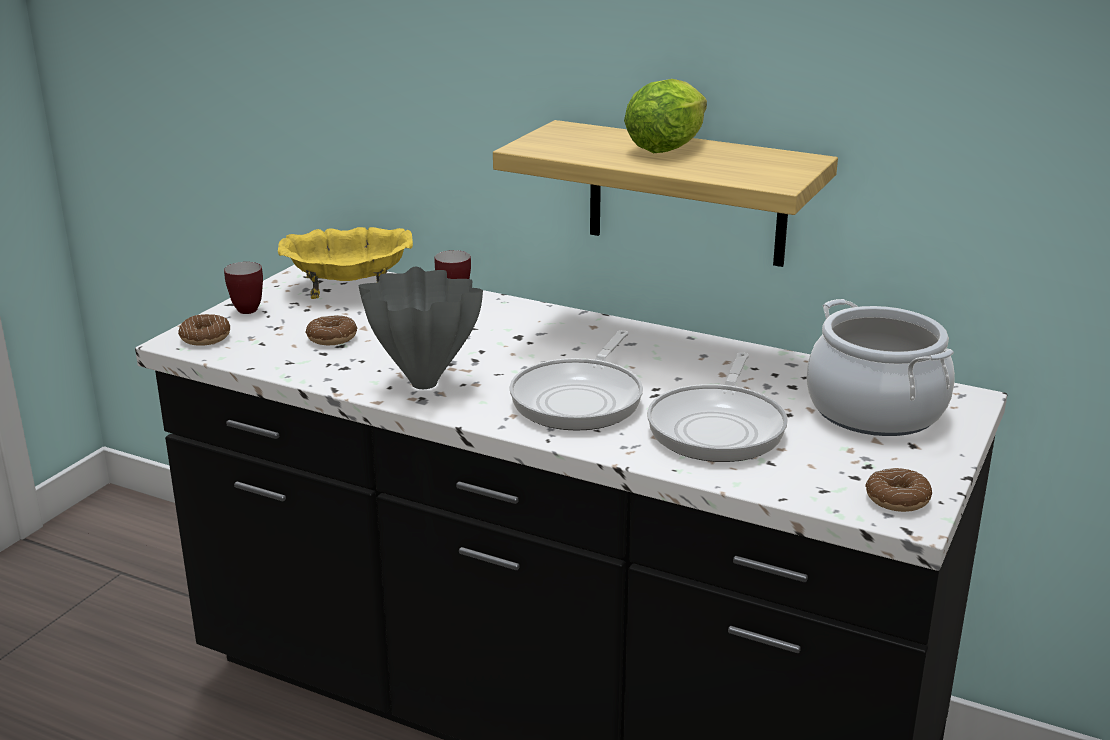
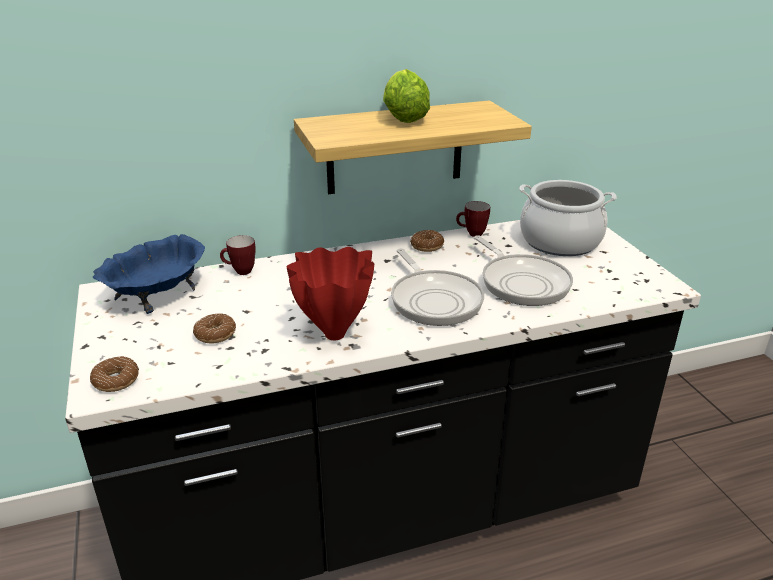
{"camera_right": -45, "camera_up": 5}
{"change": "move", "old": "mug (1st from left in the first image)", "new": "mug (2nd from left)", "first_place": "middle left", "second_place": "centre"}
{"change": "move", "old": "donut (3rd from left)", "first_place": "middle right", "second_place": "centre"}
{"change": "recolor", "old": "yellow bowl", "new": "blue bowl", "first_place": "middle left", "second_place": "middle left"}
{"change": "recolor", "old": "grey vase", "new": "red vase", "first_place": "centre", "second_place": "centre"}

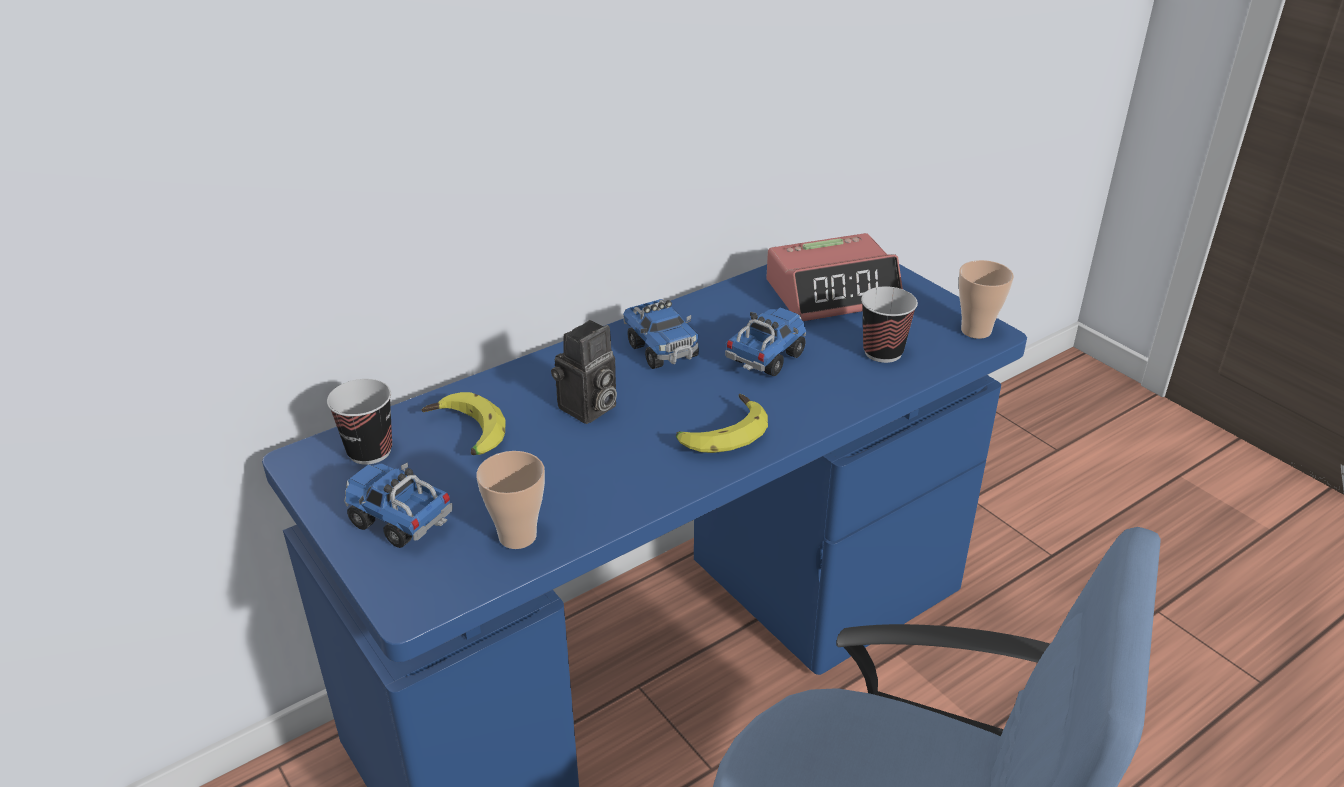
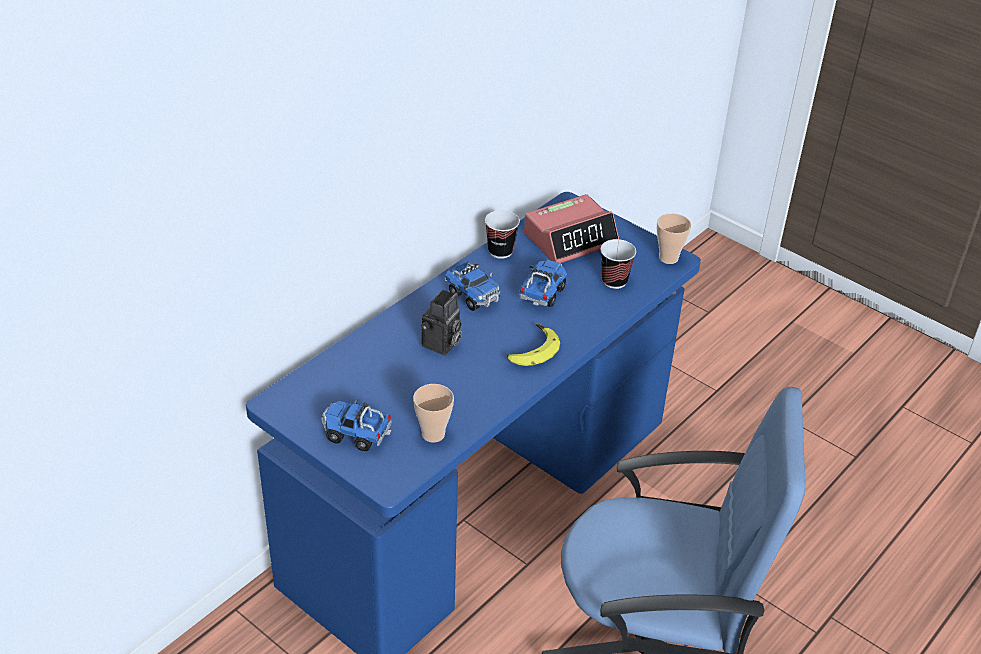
{"camera_right": -15, "camera_up": 5}
{"change": "delete", "old": "banana (1st from left)", "first_place": "centre"}
{"change": "move", "old": "cup (1st from left in the first image)", "new": "cup (2nd from left)", "first_place": "middle left", "second_place": "centre"}

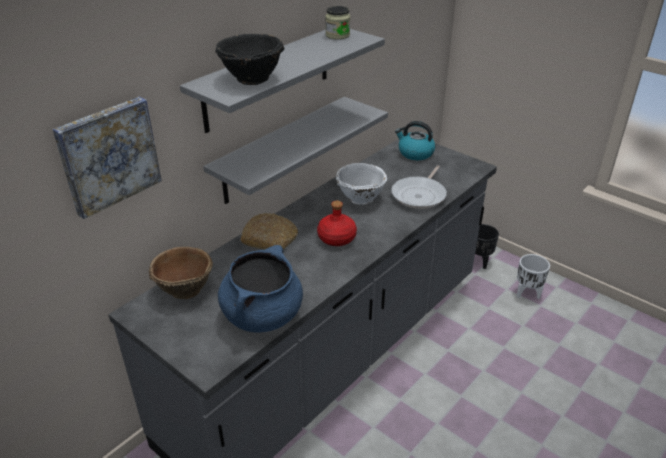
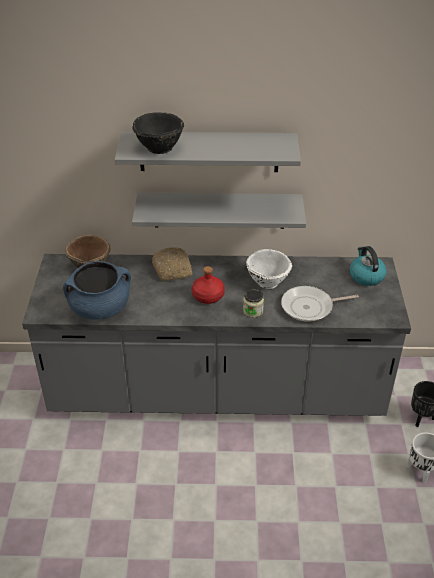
{"camera_right": 50, "camera_up": 5}
{"change": "delete", "old": "picture", "first_place": "middle left"}
{"change": "move", "old": "jar", "first_place": "top centre", "second_place": "centre"}

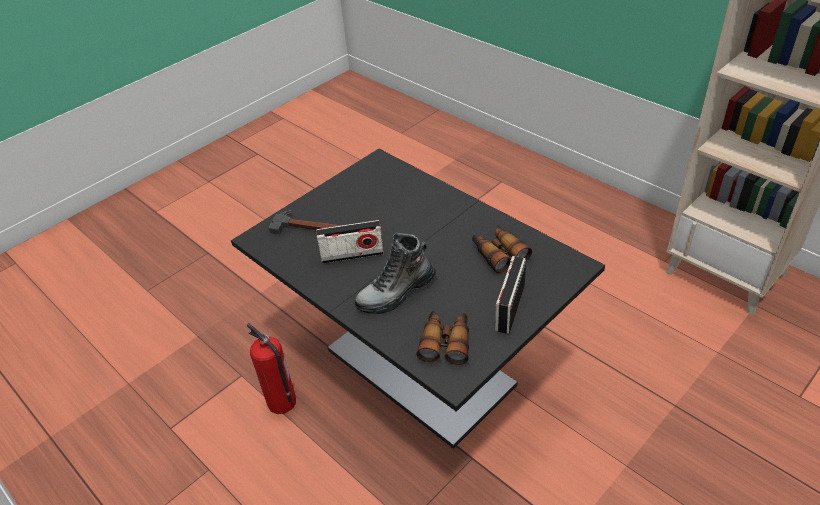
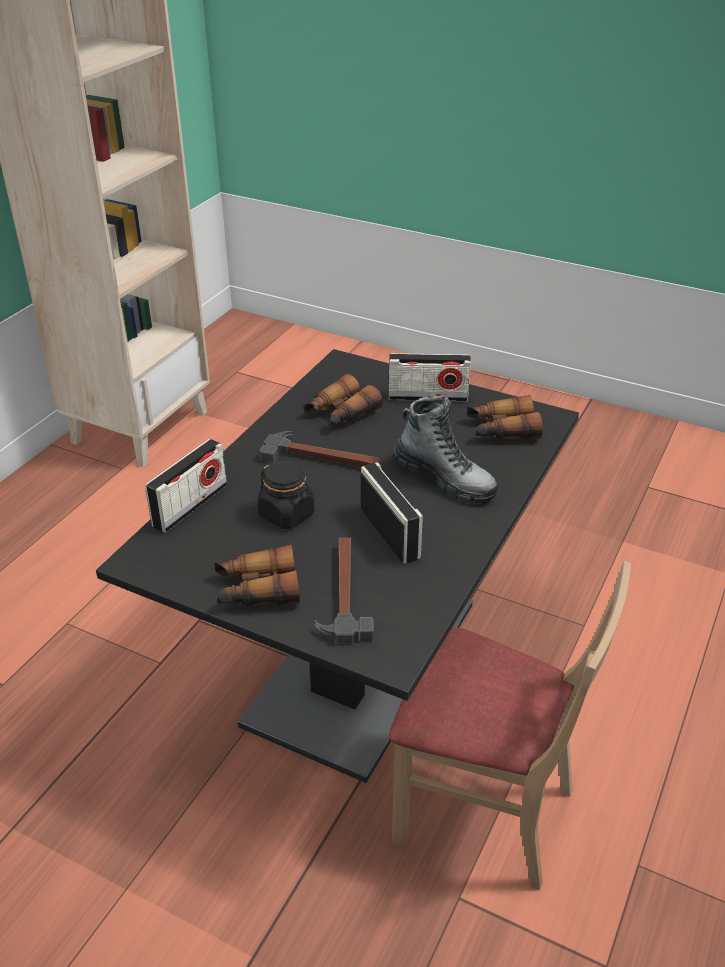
{"camera_right": -110, "camera_up": -5}
{"change": "insert", "new": "radio (1st from left)", "second_place": "middle left"}
{"change": "insert", "new": "binoculars (1st from left)", "second_place": "centre"}
{"change": "insert", "new": "black jar", "second_place": "centre"}
{"change": "insert", "new": "hammer (1st from left)", "second_place": "centre"}
{"change": "replace", "old": "fire extinguisher", "new": "beige chair", "first_place": "bottom left", "second_place": "bottom right"}

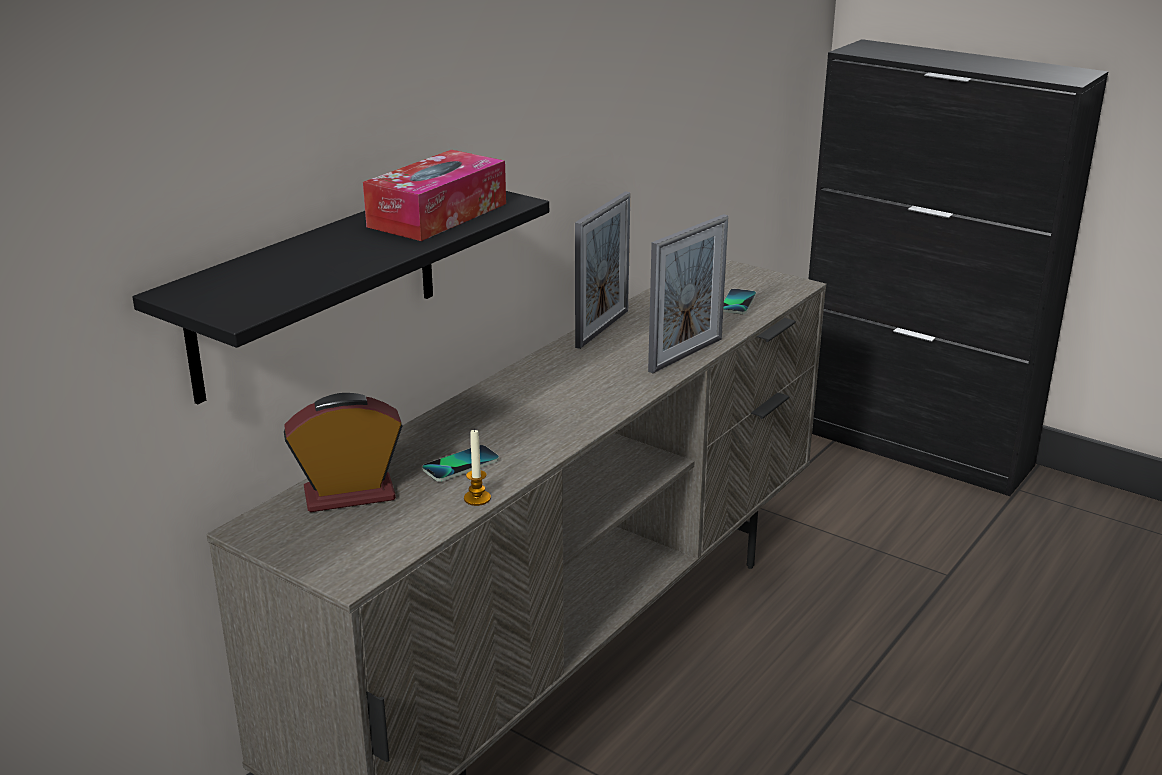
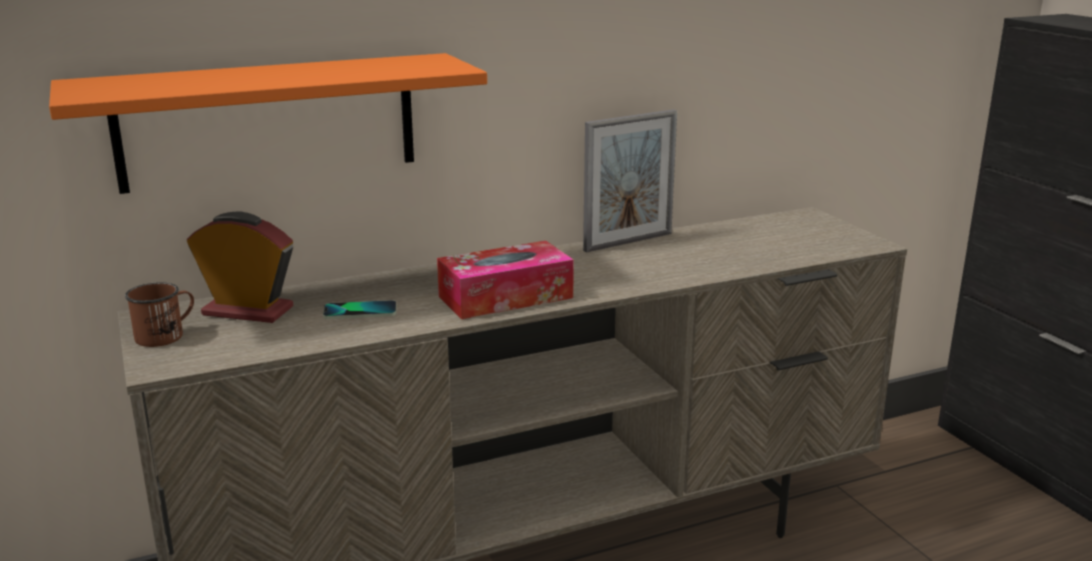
{"camera_right": 30, "camera_up": -5}
{"change": "delete", "old": "candle", "first_place": "centre"}
{"change": "delete", "old": "picture frame (2nd from left)", "first_place": "centre"}
{"change": "delete", "old": "phone (2nd from left)", "first_place": "centre"}
{"change": "insert", "new": "brown mug", "second_place": "middle left"}
{"change": "move", "old": "tissue box", "first_place": "top centre", "second_place": "centre"}
{"change": "recolor", "old": "black shelf", "new": "orange shelf", "first_place": "middle left", "second_place": "top left"}

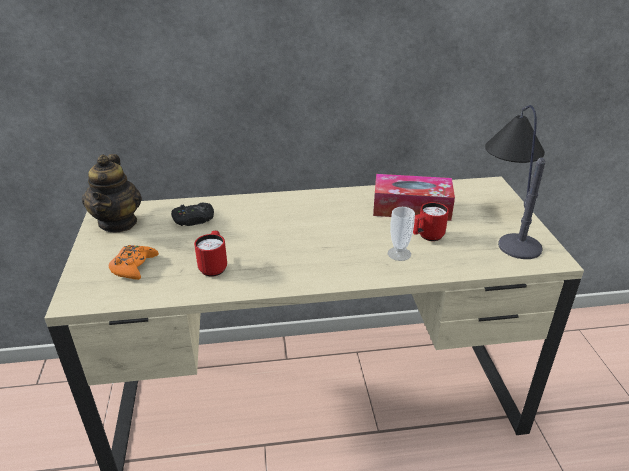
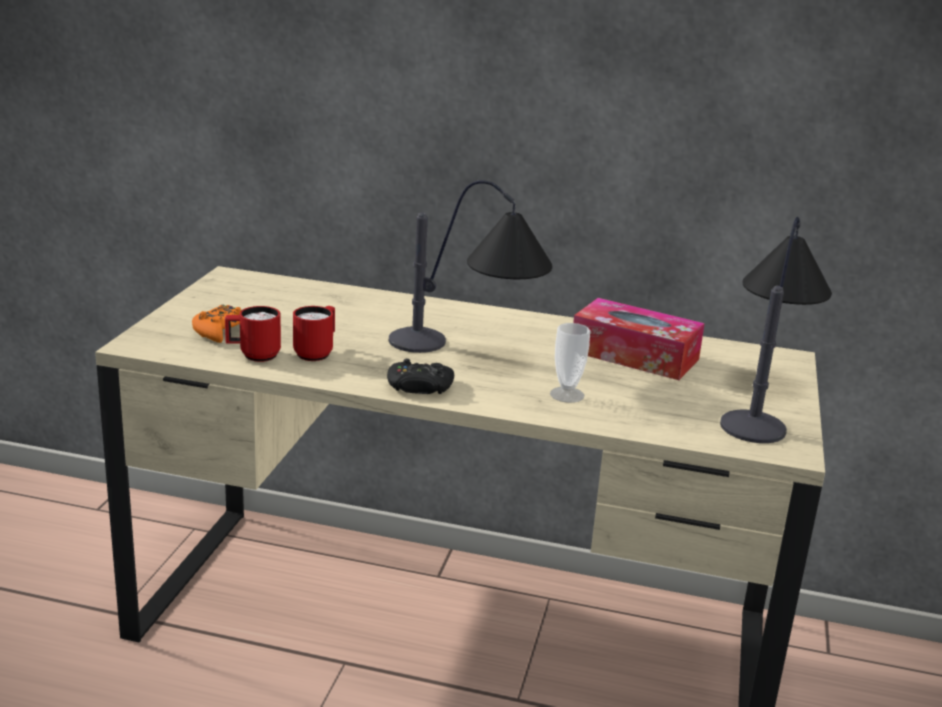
{"camera_right": 20, "camera_up": -10}
{"change": "delete", "old": "teapot", "first_place": "middle left"}
{"change": "insert", "new": "table lamp (1st from left)", "second_place": "centre"}
{"change": "move", "old": "black game controller", "first_place": "middle left", "second_place": "centre"}
{"change": "move", "old": "red mug (2nd from left in the first image)", "new": "red mug (1st from left)", "first_place": "middle right", "second_place": "middle left"}

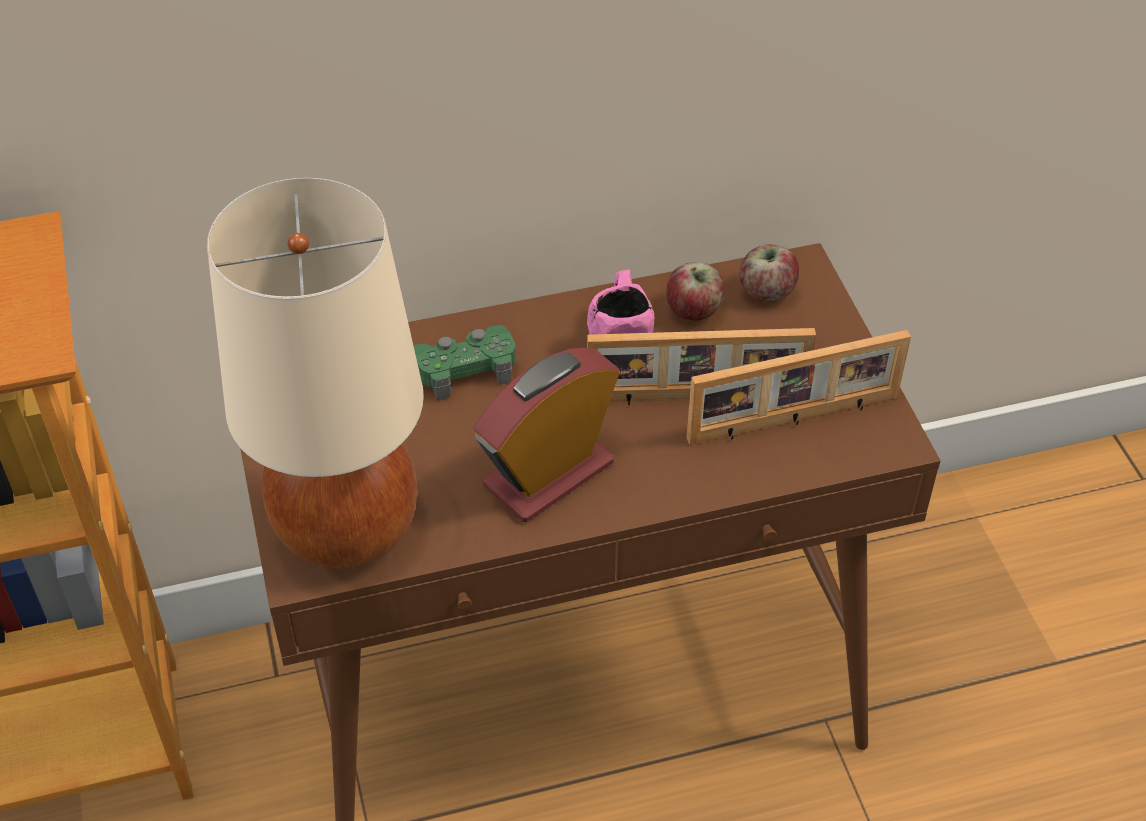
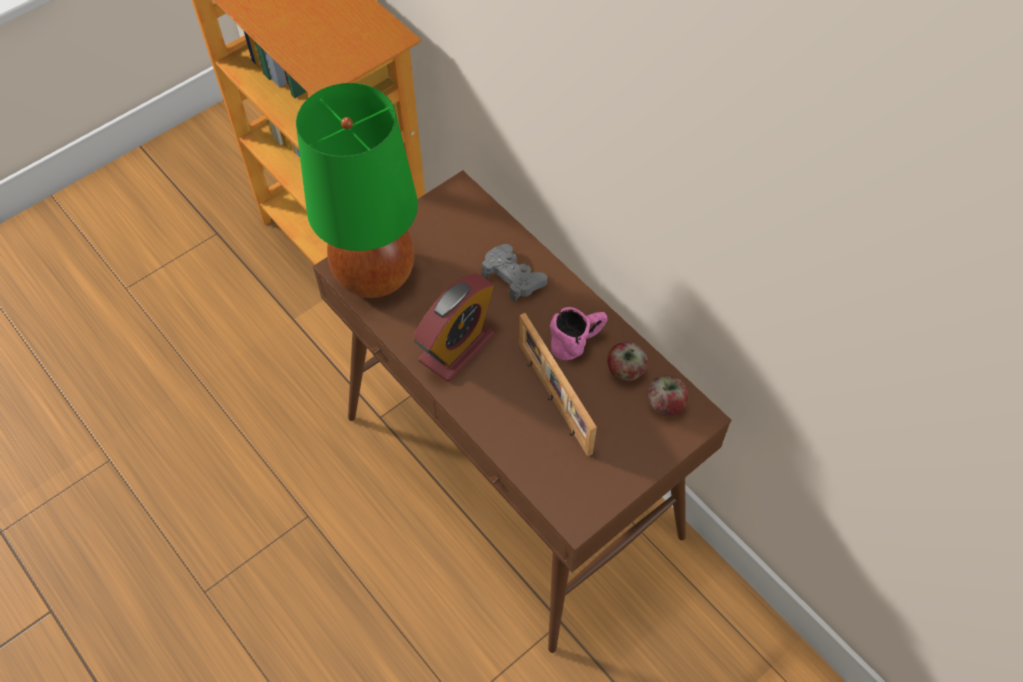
{"camera_right": 65, "camera_up": 10}
{"change": "delete", "old": "picture frame (2nd from left)", "first_place": "middle right"}
{"change": "recolor", "old": "beige table lamp", "new": "green table lamp", "first_place": "middle left", "second_place": "top centre"}
{"change": "recolor", "old": "green game controller", "new": "grey game controller", "first_place": "centre", "second_place": "centre"}
{"change": "rotate", "old": "alarm clock", "first_place": "centre", "second_place": "centre", "degrees": 105}

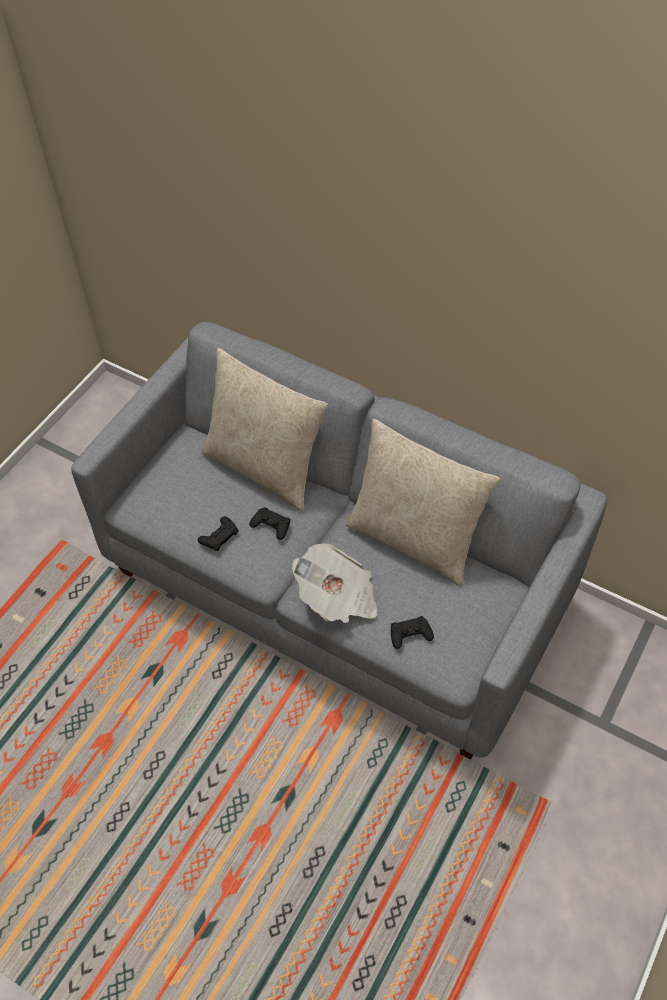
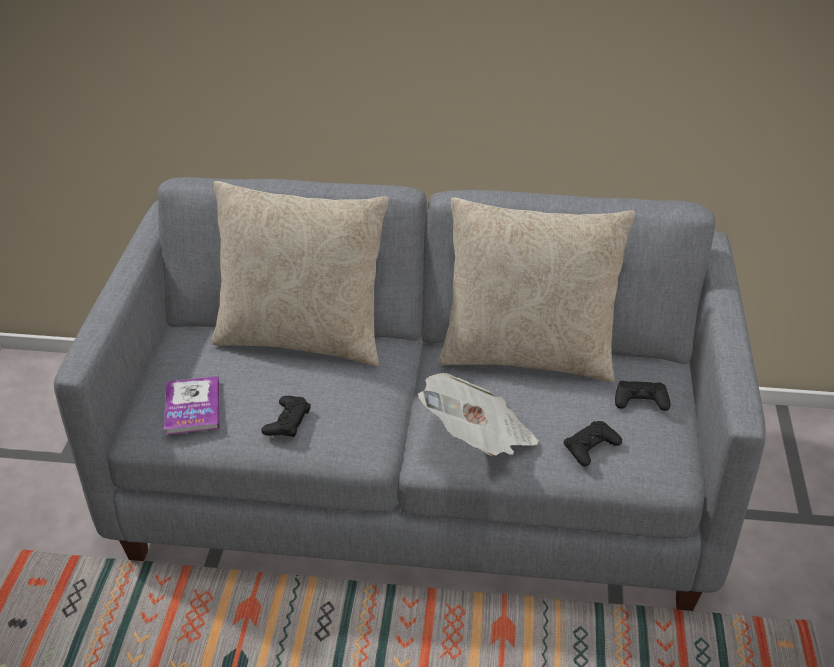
{"camera_right": -25, "camera_up": -15}
{"change": "insert", "new": "book", "second_place": "middle left"}
{"change": "move", "old": "black game controller (2nd from left in the first image)", "new": "black game controller (3rd from left)", "first_place": "centre", "second_place": "middle right"}

